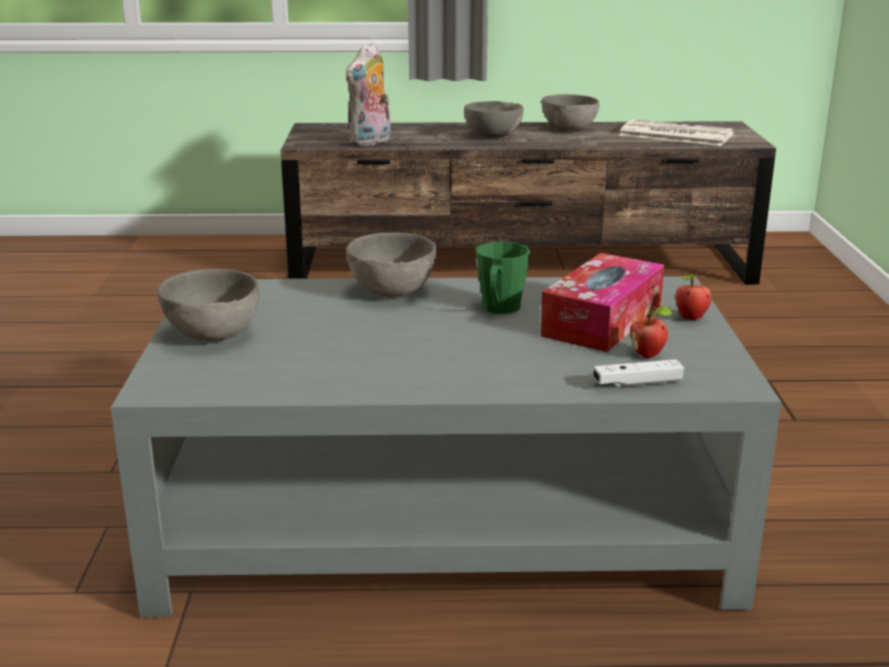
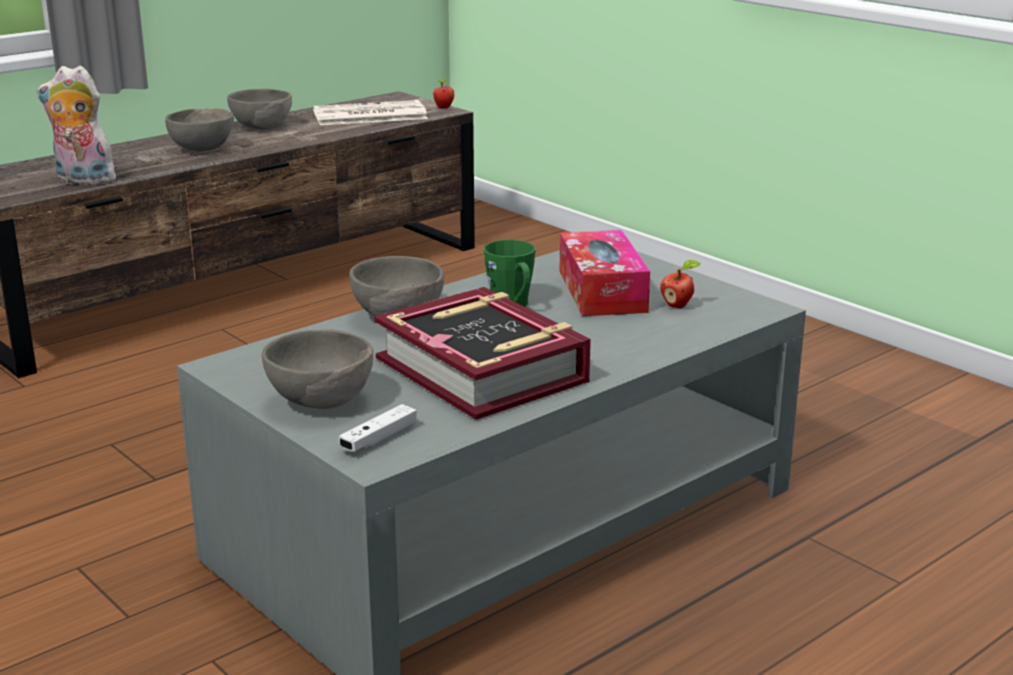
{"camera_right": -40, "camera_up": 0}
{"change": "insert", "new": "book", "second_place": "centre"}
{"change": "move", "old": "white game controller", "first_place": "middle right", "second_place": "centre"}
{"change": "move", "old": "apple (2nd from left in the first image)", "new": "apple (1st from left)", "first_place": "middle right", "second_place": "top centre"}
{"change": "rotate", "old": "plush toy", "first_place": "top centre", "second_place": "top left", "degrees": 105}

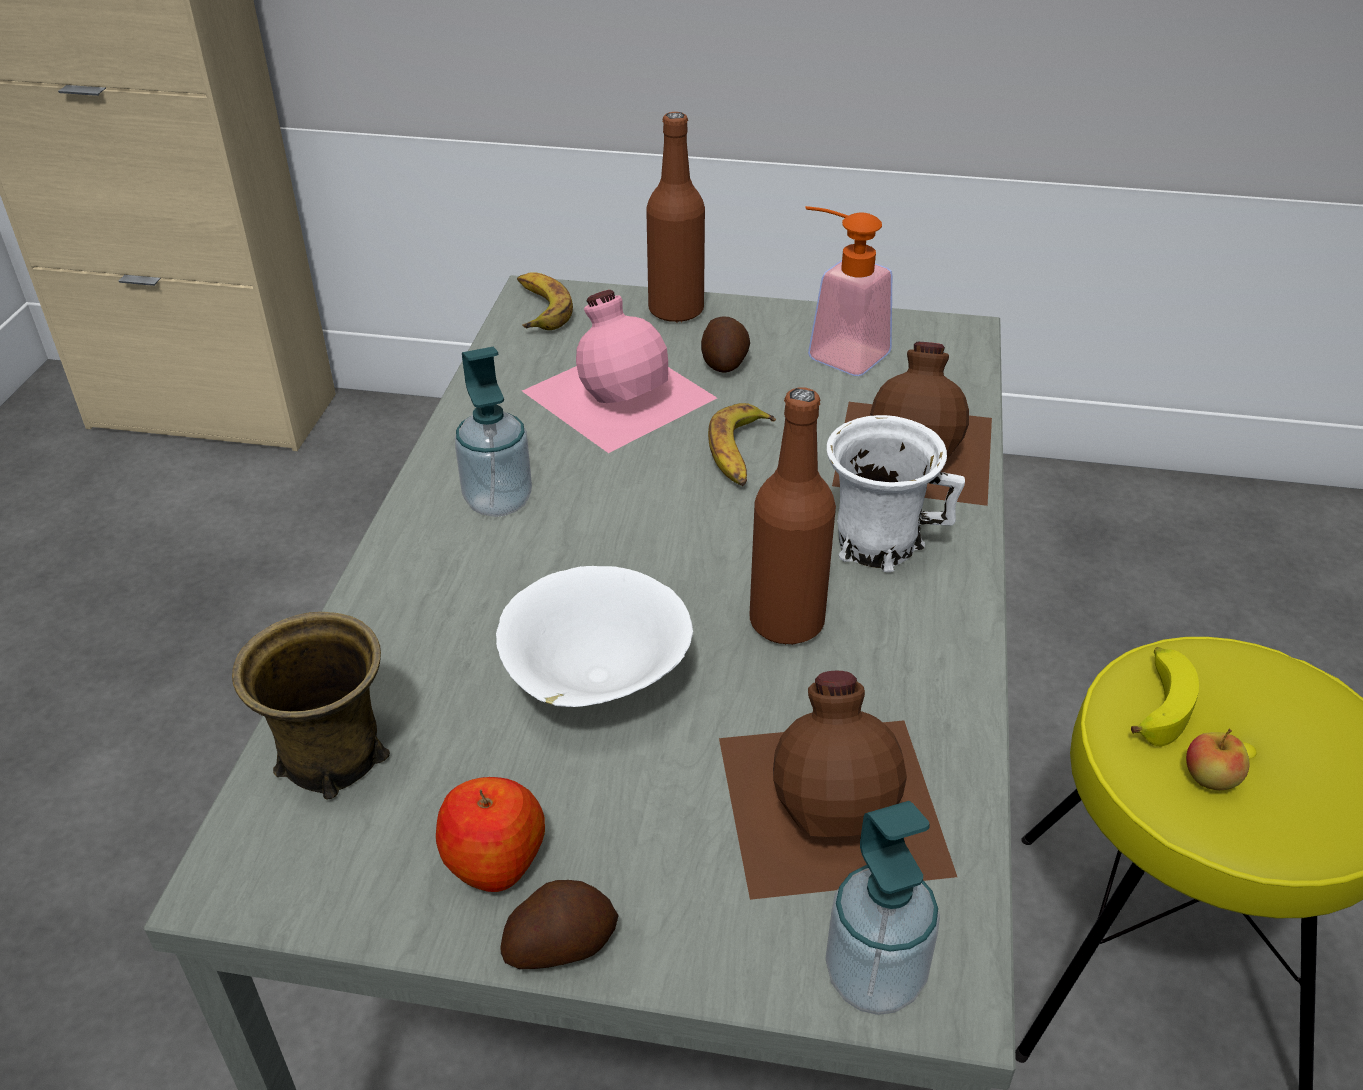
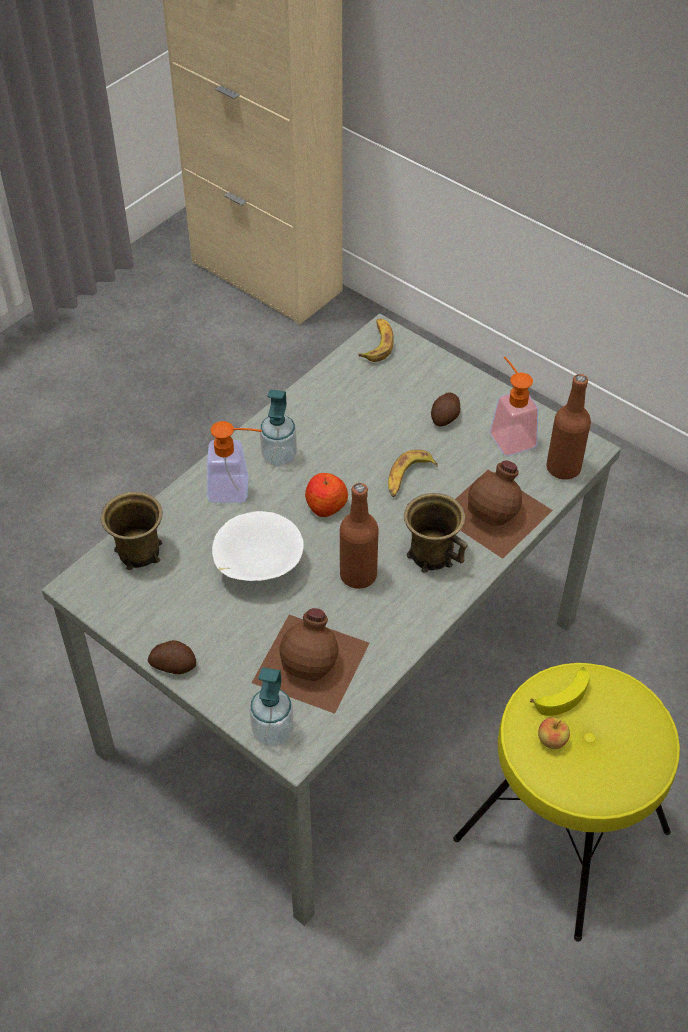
{"camera_right": 30, "camera_up": 10}
{"change": "delete", "old": "pink bottle", "first_place": "centre"}
{"change": "insert", "new": "soap dispenser (1st from left)", "second_place": "centre"}
{"change": "move", "old": "apple (1st from left)", "first_place": "bottom centre", "second_place": "centre"}
{"change": "move", "old": "brown bottle (1st from left in the first image)", "new": "brown bottle (4th from left)", "first_place": "top centre", "second_place": "middle right"}
{"change": "recolor", "old": "white mug", "new": "brown mug (2nd from left)", "first_place": "centre", "second_place": "centre"}

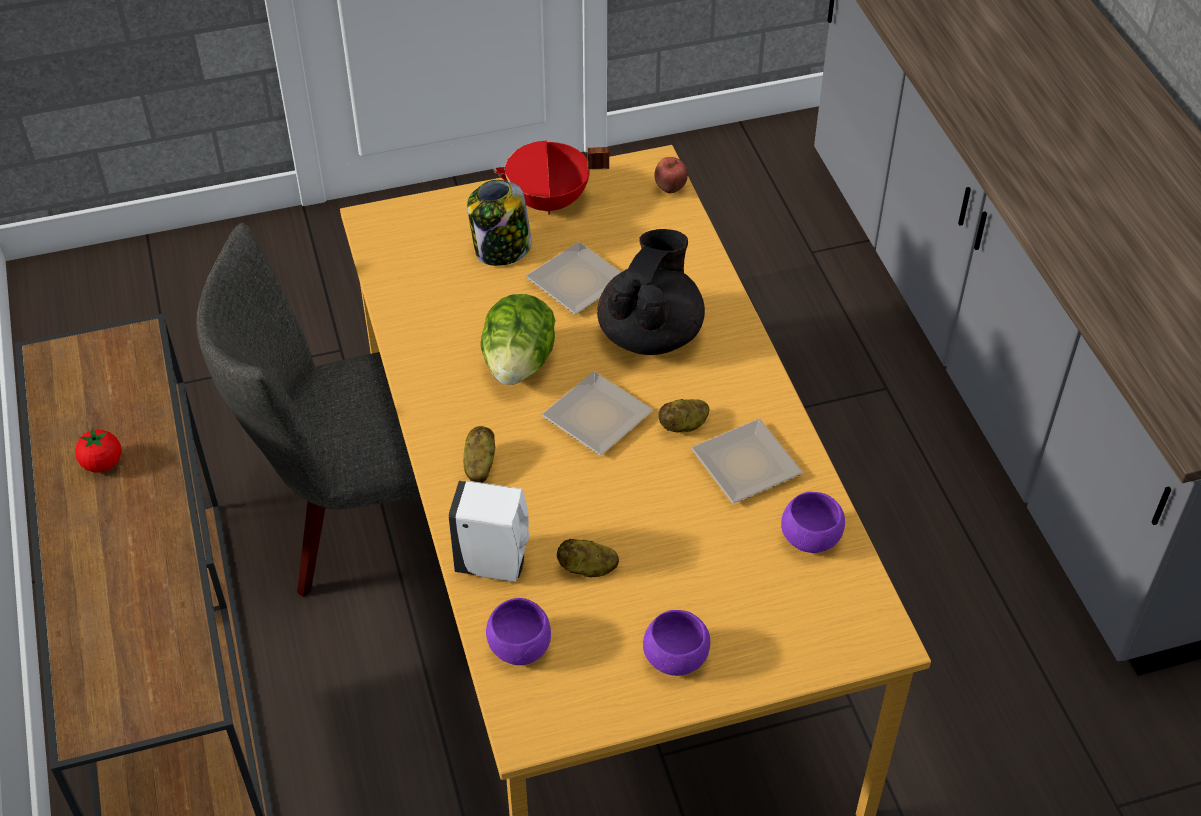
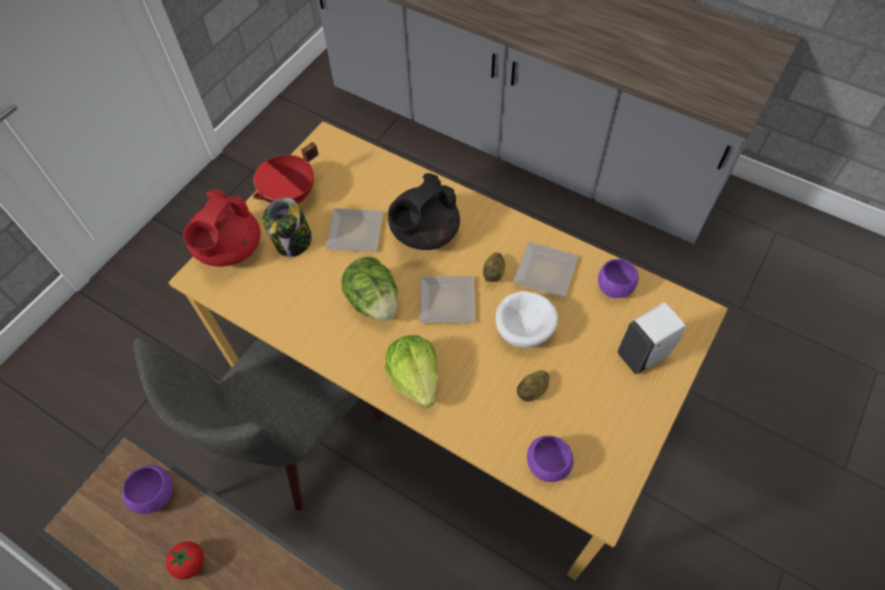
{"camera_right": -40, "camera_up": 10}
{"change": "delete", "old": "apple", "first_place": "top centre"}
{"change": "insert", "new": "red teapot", "second_place": "middle left"}
{"change": "insert", "new": "white bowl", "second_place": "centre"}
{"change": "move", "old": "white soap dispenser", "first_place": "centre", "second_place": "middle right"}
{"change": "move", "old": "purple bowl (2nd from left in the first image)", "new": "purple bowl (1st from left)", "first_place": "bottom centre", "second_place": "bottom left"}
{"change": "replace", "old": "potato (1st from left)", "new": "lettuce (2nd from left)", "first_place": "centre", "second_place": "centre"}
{"change": "rotate", "old": "black teapot", "first_place": "centre", "second_place": "centre", "degrees": -120}

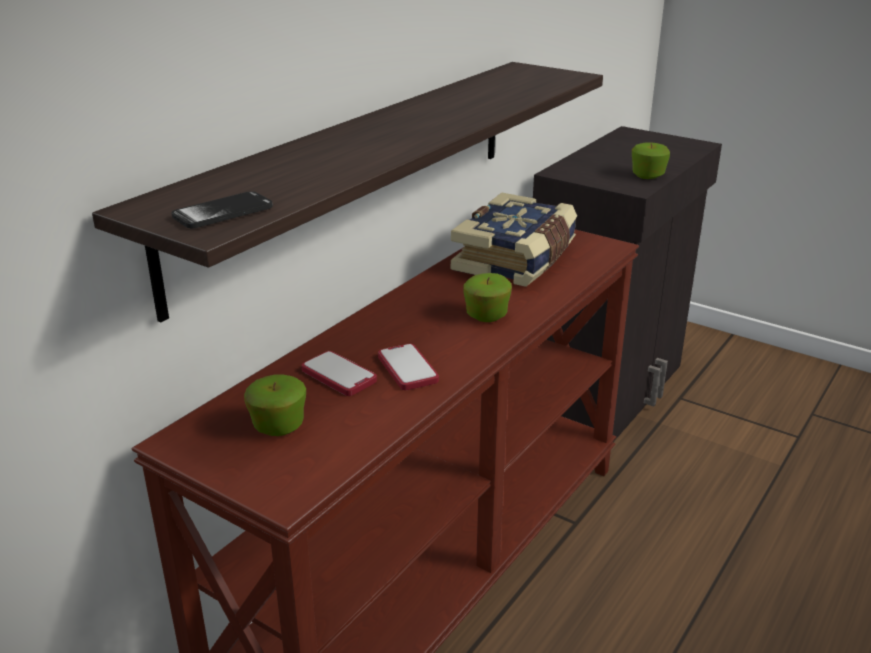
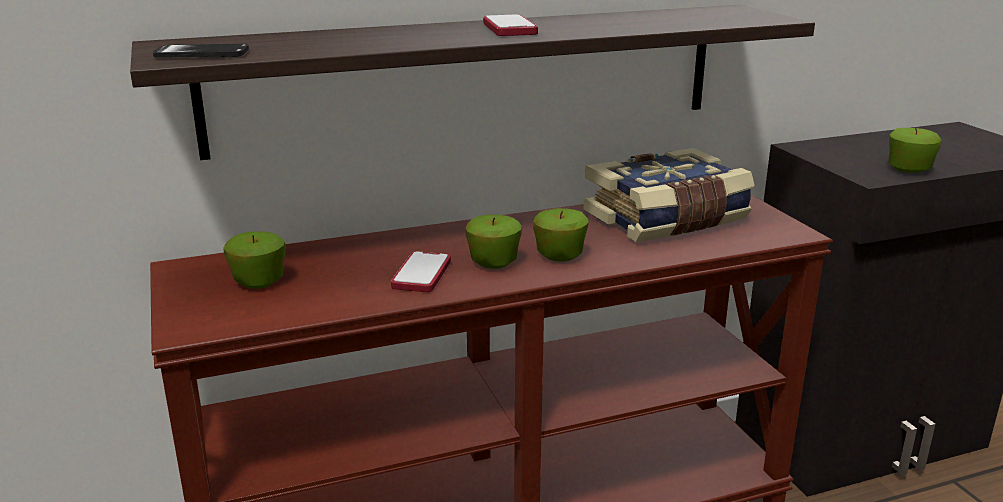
{"camera_right": 35, "camera_up": -5}
{"change": "insert", "new": "apple (2nd from left)", "second_place": "centre"}
{"change": "move", "old": "phone (2nd from left in the first image)", "new": "phone (3rd from left)", "first_place": "centre", "second_place": "top centre"}

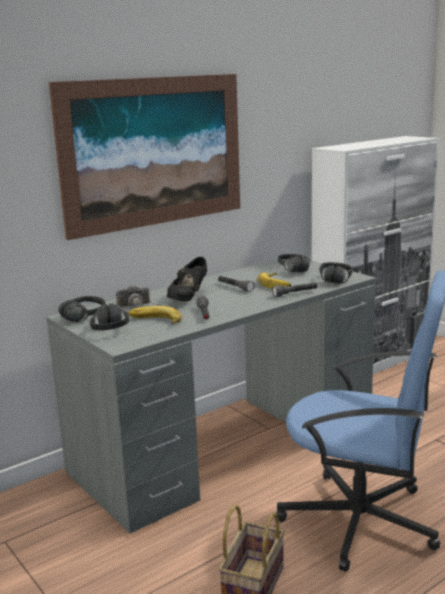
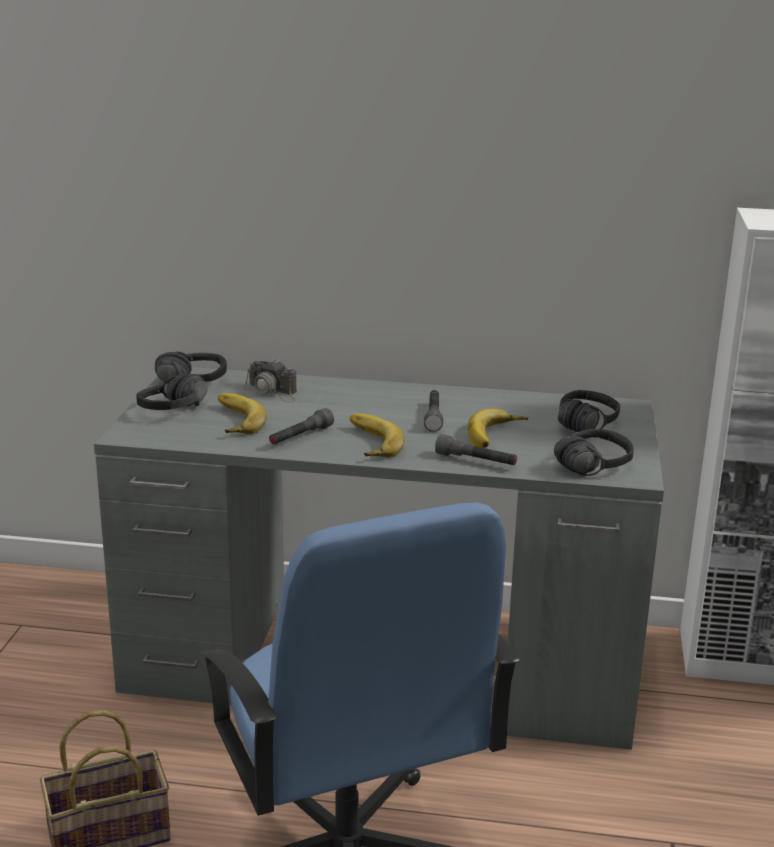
{"camera_right": 45, "camera_up": 5}
{"change": "delete", "old": "picture", "first_place": "top left"}
{"change": "delete", "old": "black shoe", "first_place": "centre"}
{"change": "insert", "new": "banana (2nd from left)", "second_place": "centre"}

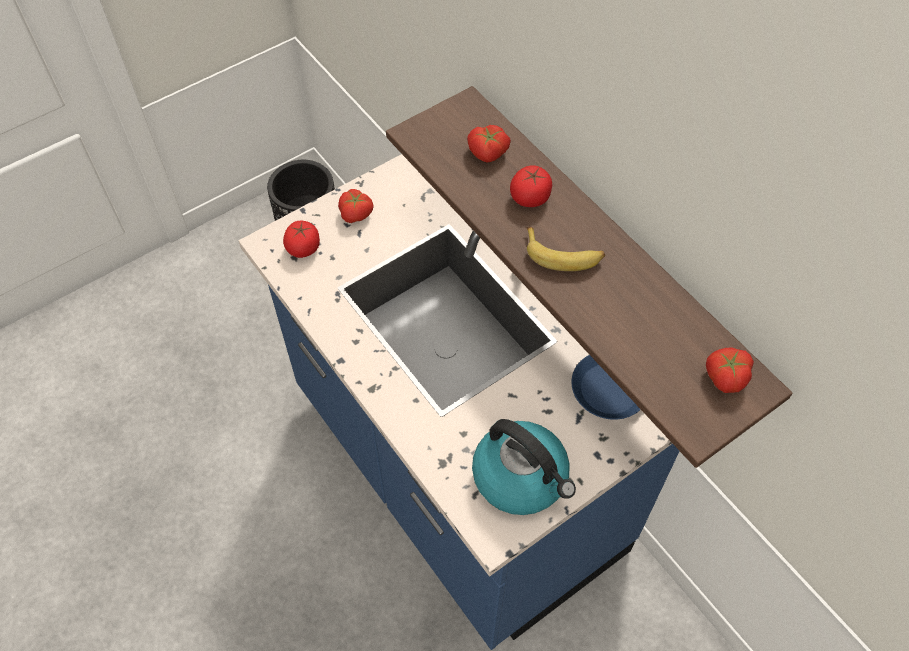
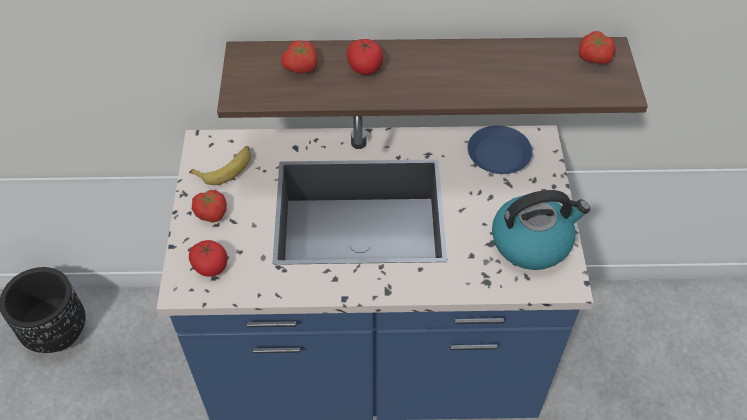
{"camera_right": -55, "camera_up": -5}
{"change": "move", "old": "banana", "first_place": "centre", "second_place": "middle left"}

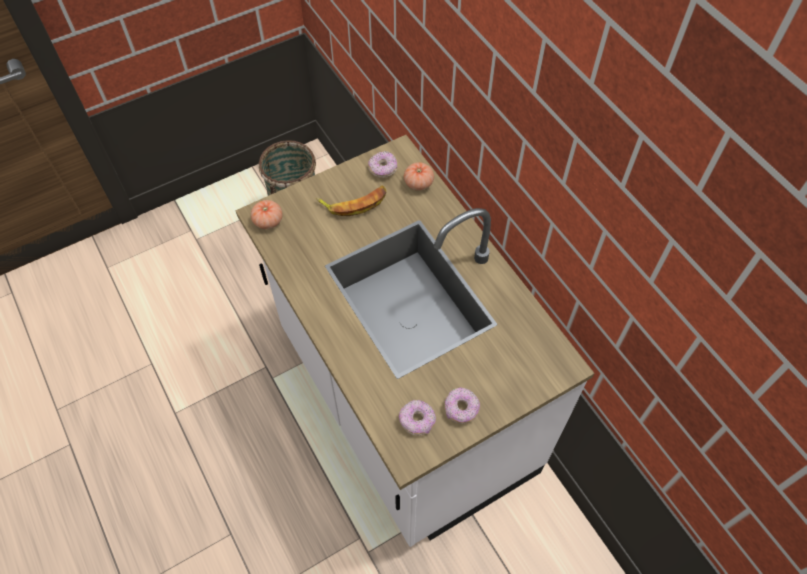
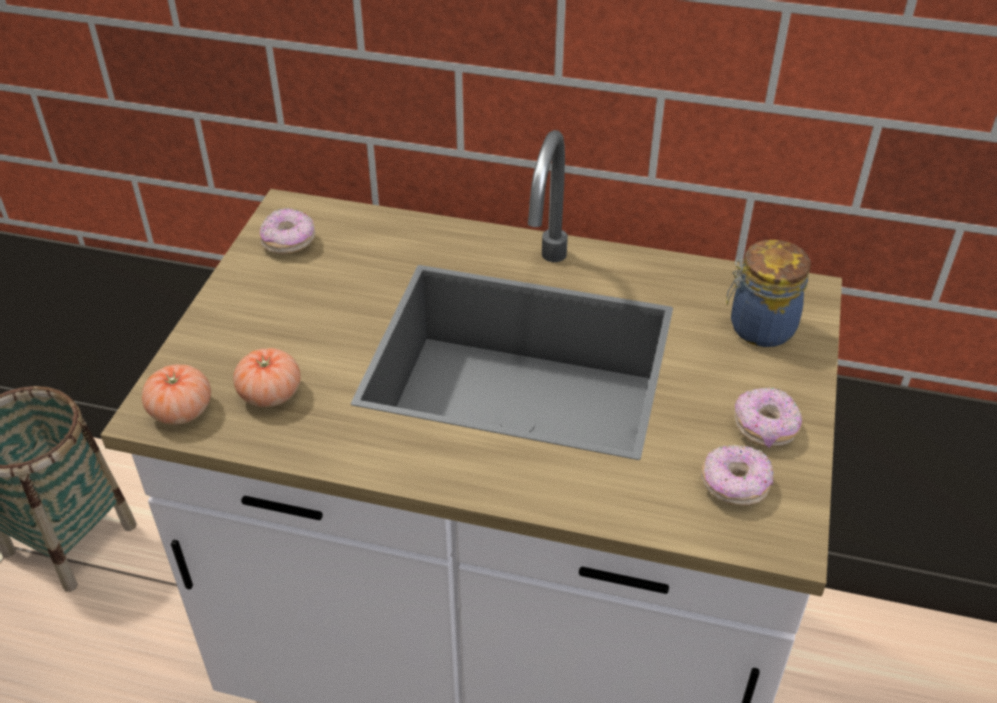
{"camera_right": -45, "camera_up": -15}
{"change": "delete", "old": "banana", "first_place": "centre"}
{"change": "insert", "new": "jar", "second_place": "middle right"}
{"change": "move", "old": "tomato (2nd from left)", "first_place": "top centre", "second_place": "middle left"}

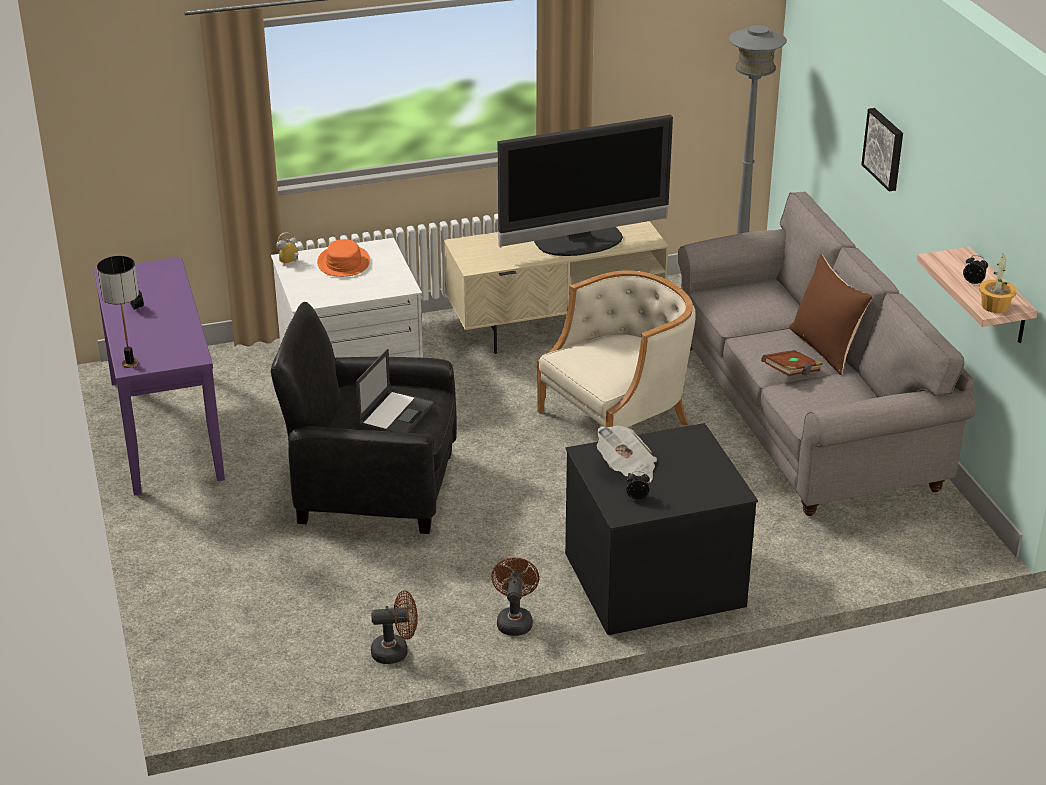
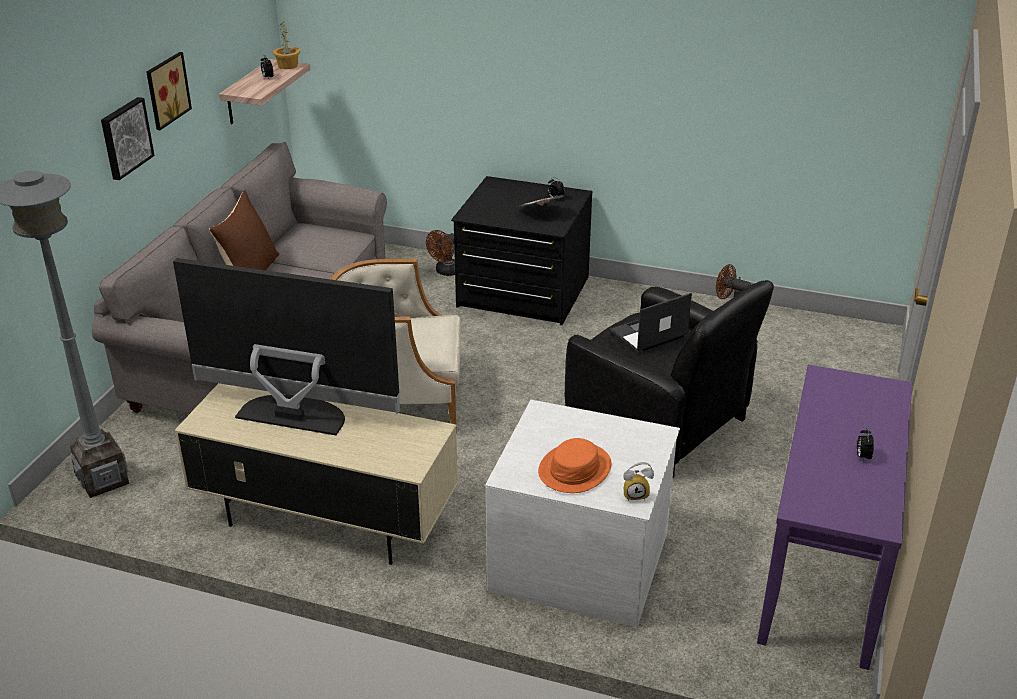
{"camera_right": -145, "camera_up": 0}
{"change": "delete", "old": "table lamp", "first_place": "middle left"}
{"change": "delete", "old": "brown book", "first_place": "middle right"}
{"change": "insert", "new": "picture (2nd from left)", "second_place": "top left"}
{"change": "move", "old": "brown fan (2nd from left in the first image)", "new": "brown fan (1st from left)", "first_place": "bottom centre", "second_place": "centre"}

